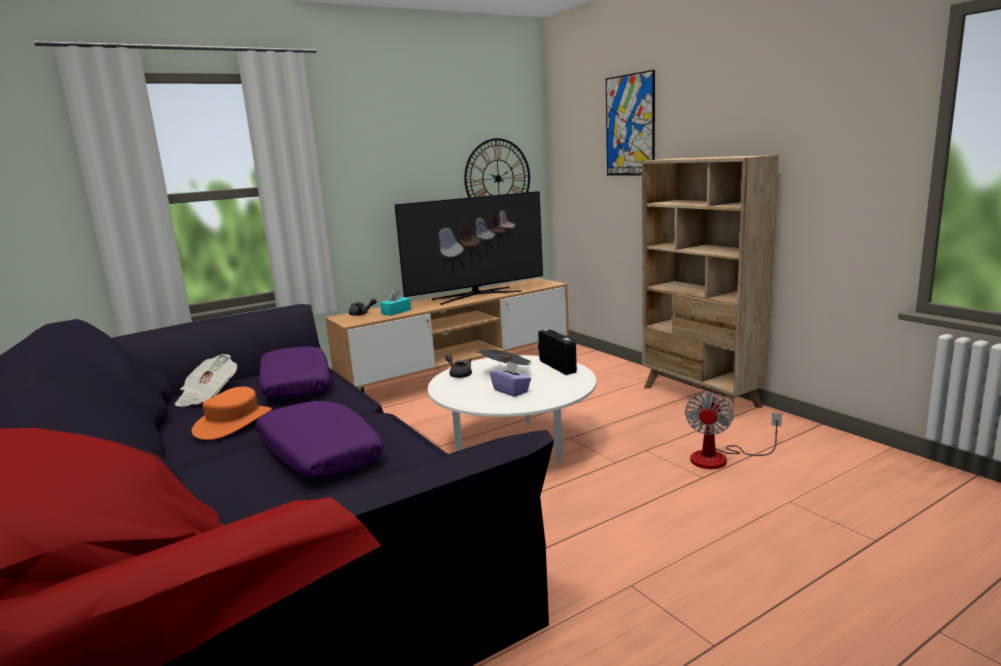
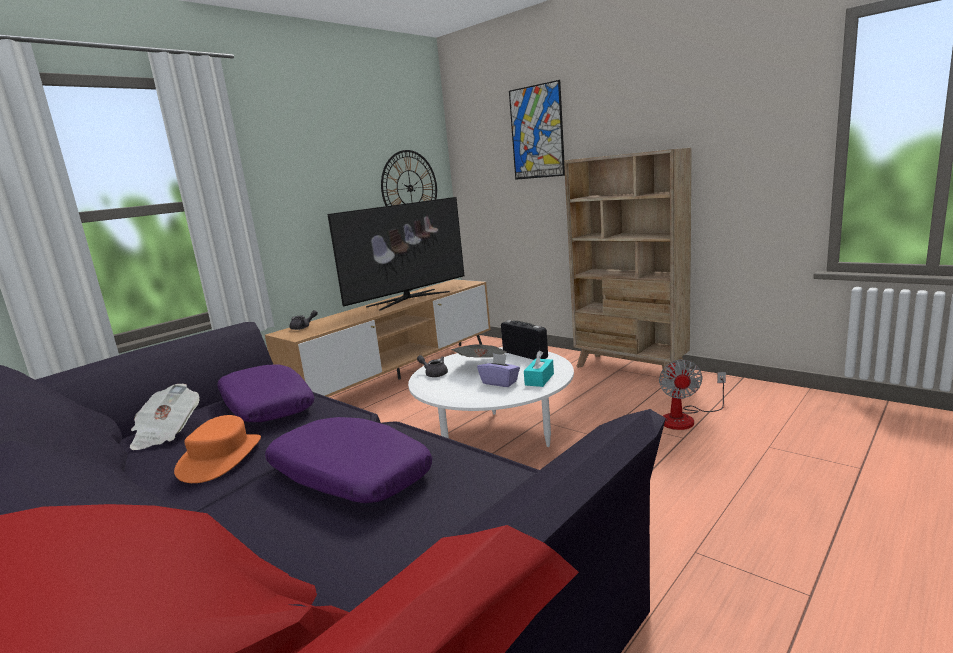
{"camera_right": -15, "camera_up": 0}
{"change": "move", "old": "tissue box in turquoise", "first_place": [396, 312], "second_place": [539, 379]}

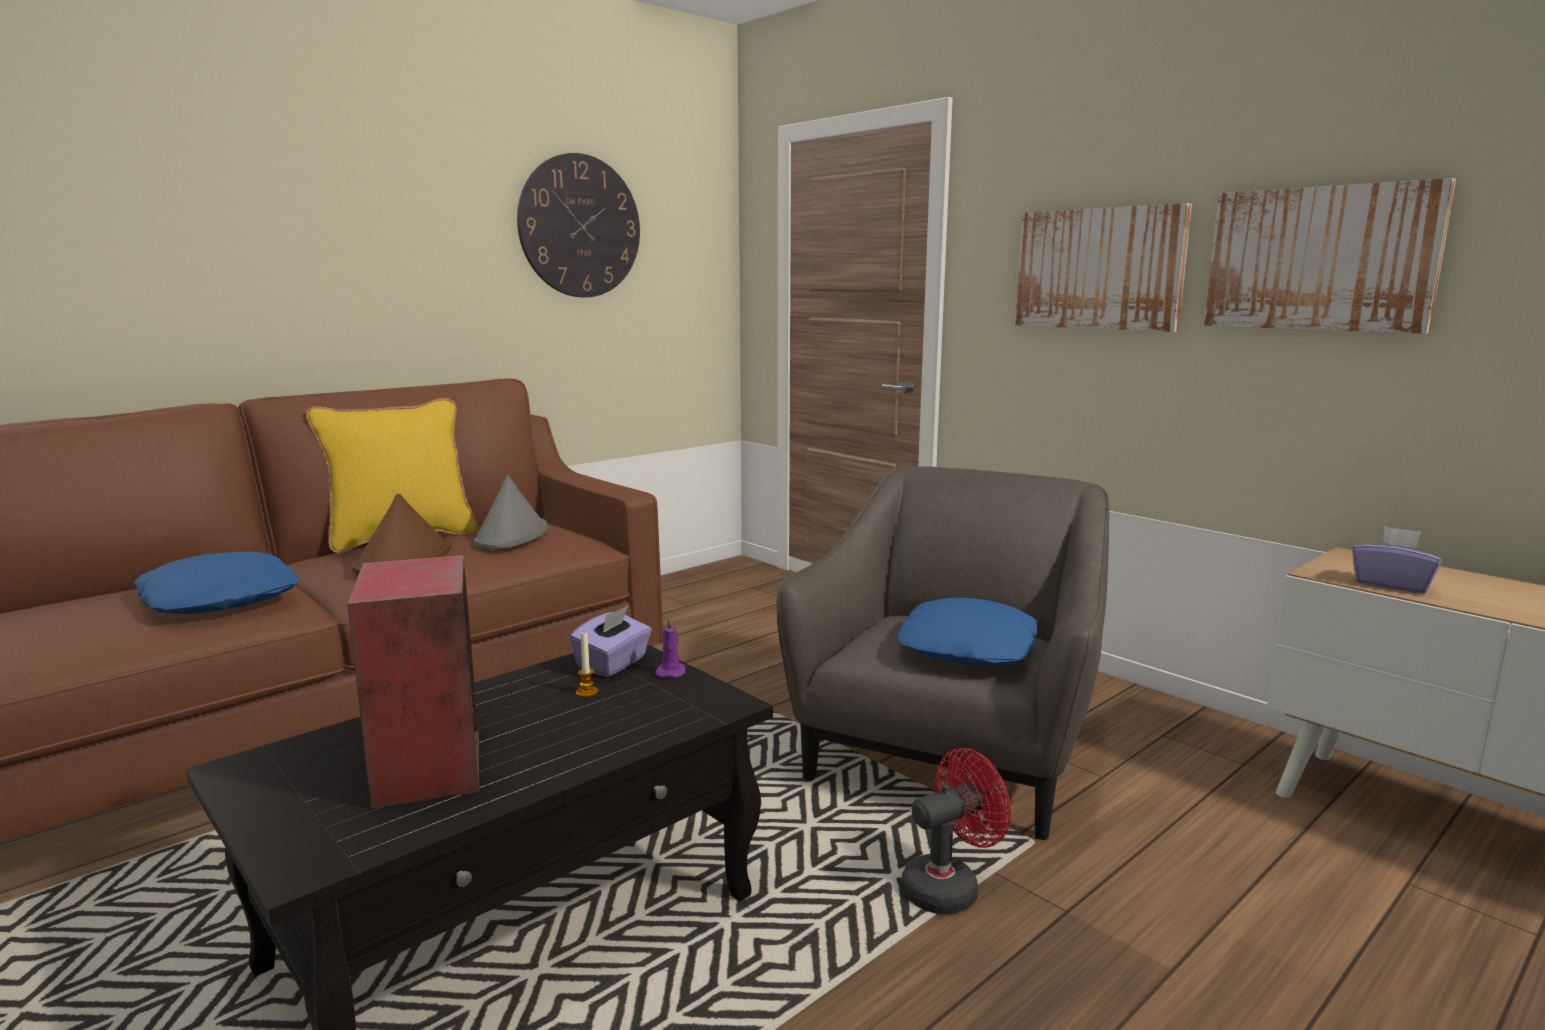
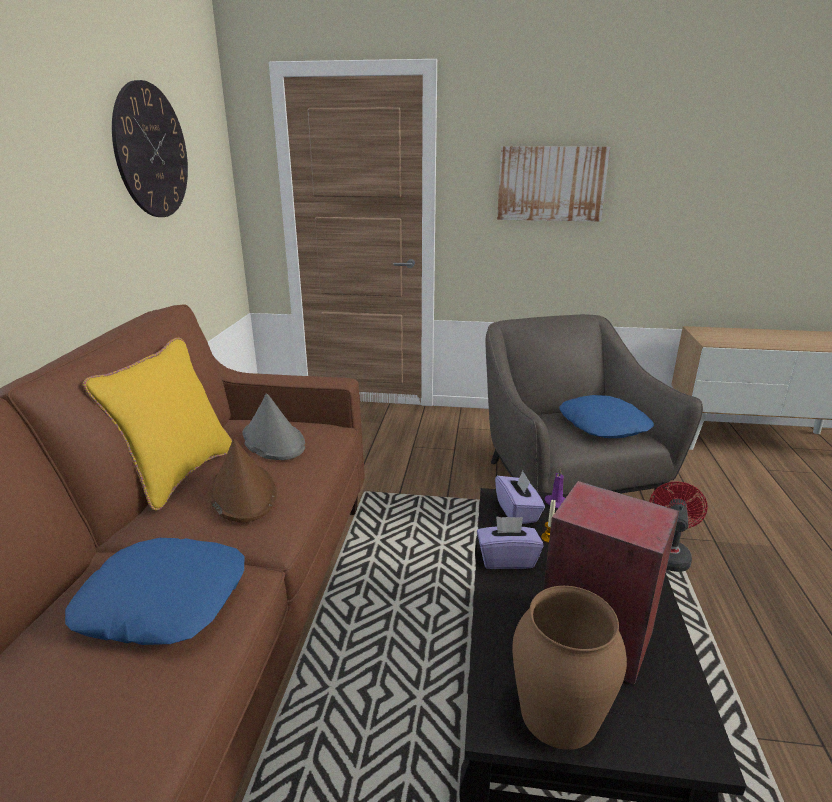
{"camera_right": -40, "camera_up": 10}
{"change": "delete", "old": "picture", "first_place": [1320, 259]}
{"change": "move", "old": "tissue box in purple", "first_place": [1392, 584], "second_place": [507, 559]}
{"change": "insert", "new": "vase in brown", "second_place": [559, 714]}

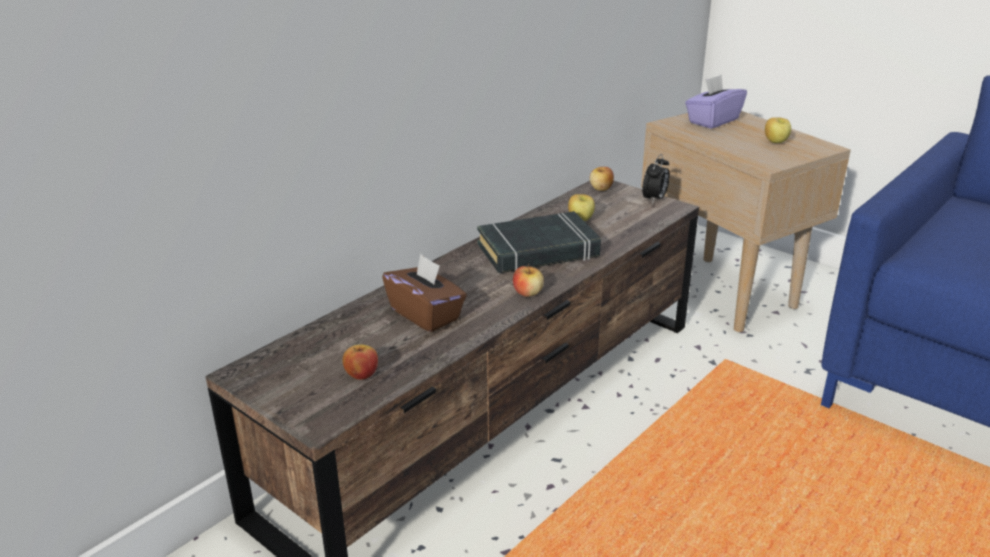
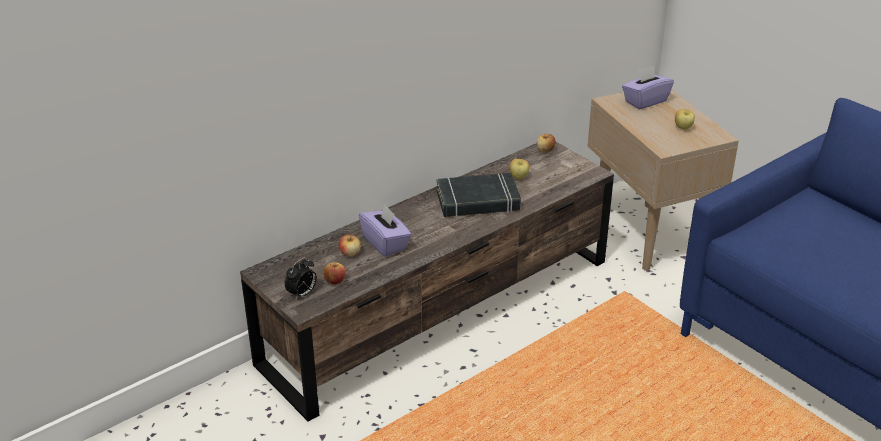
{"camera_right": 10, "camera_up": 5}
{"change": "recolor", "old": "tissue box in brown", "new": "tissue box in purple", "first_place": [426, 314], "second_place": [385, 243]}
{"change": "move", "old": "apple", "first_place": [528, 293], "second_place": [350, 253]}
{"change": "move", "old": "alarm clock", "first_place": [654, 199], "second_place": [302, 294]}

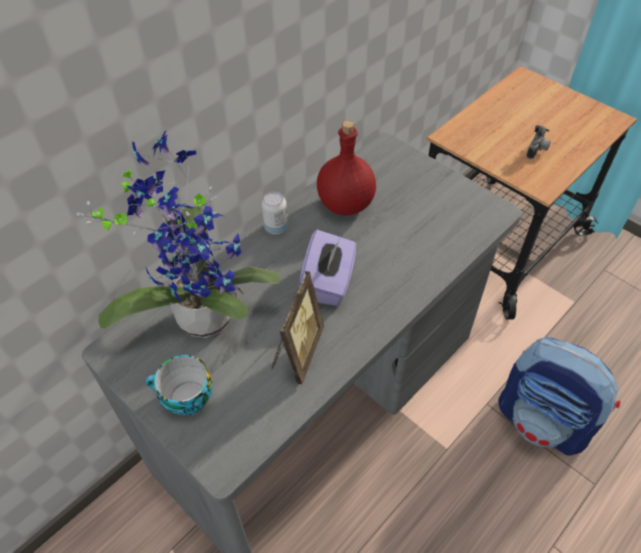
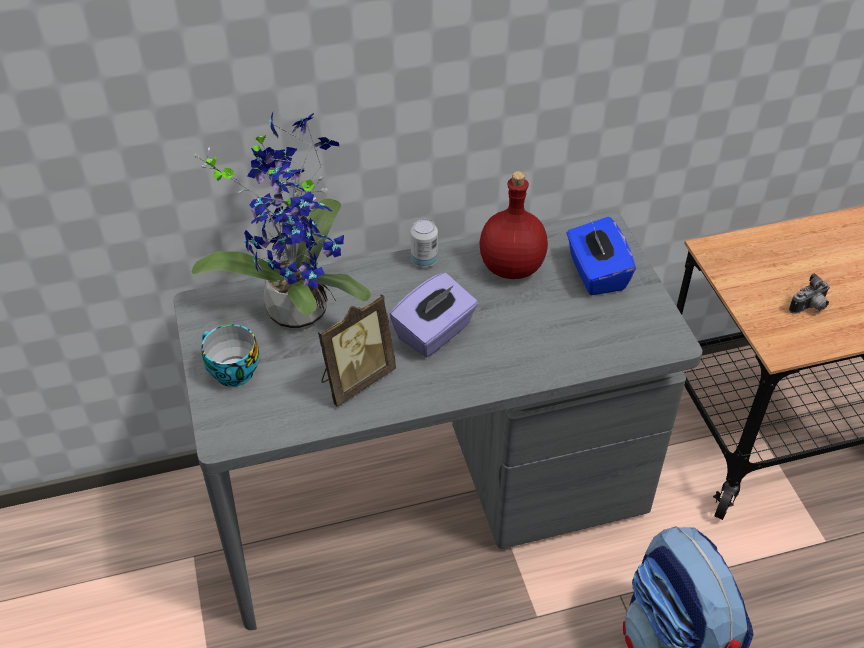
{"camera_right": 30, "camera_up": -5}
{"change": "insert", "new": "tissue box in blue", "second_place": [596, 273]}

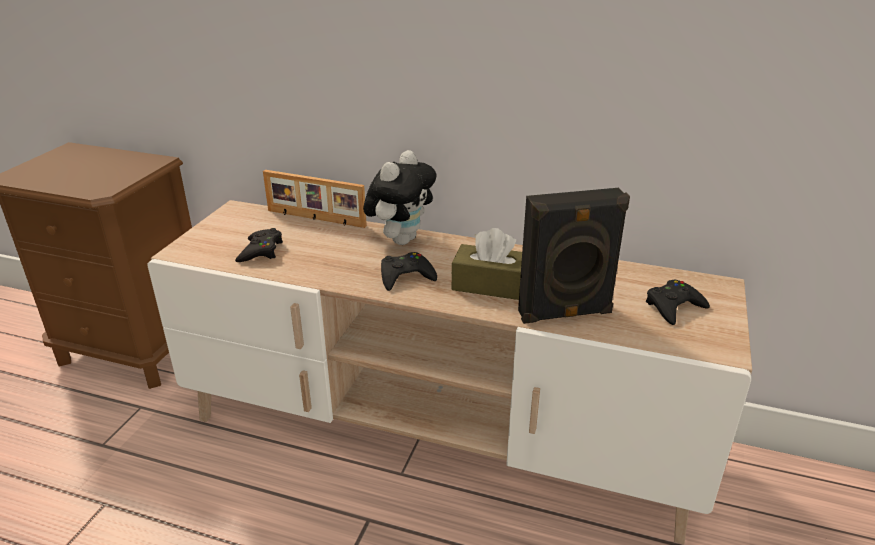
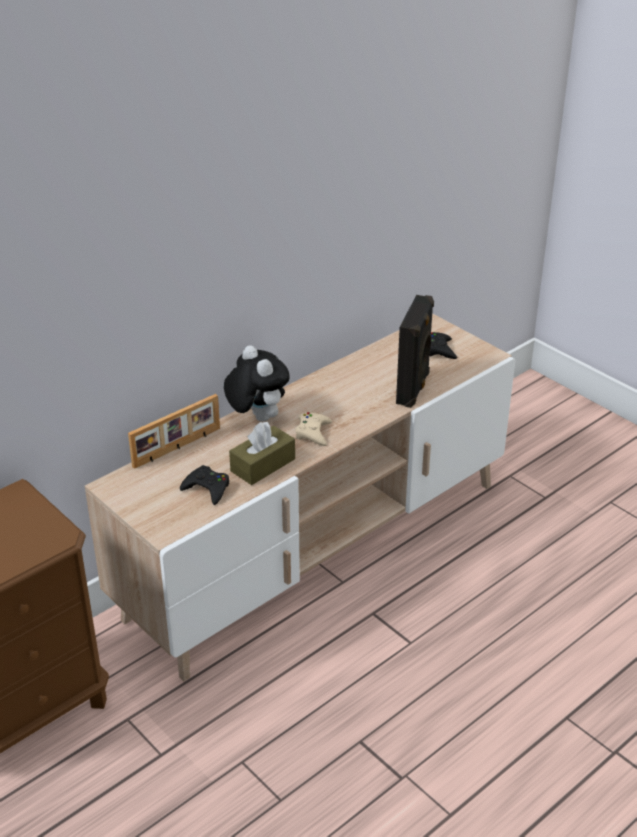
{"camera_right": -60, "camera_up": 5}
{"change": "recolor", "old": "game controller in black", "new": "game controller in beige", "first_place": [405, 276], "second_place": [313, 433]}
{"change": "move", "old": "tissue box in brown", "first_place": [491, 285], "second_place": [263, 465]}

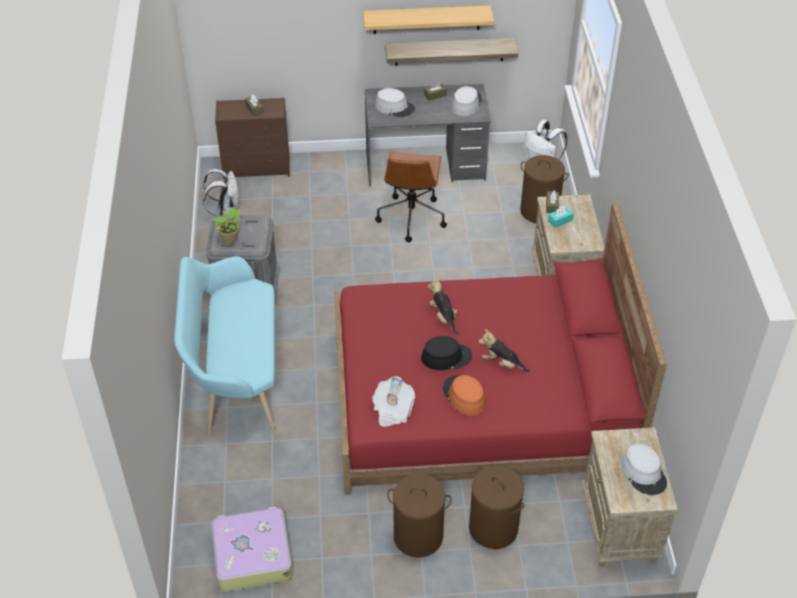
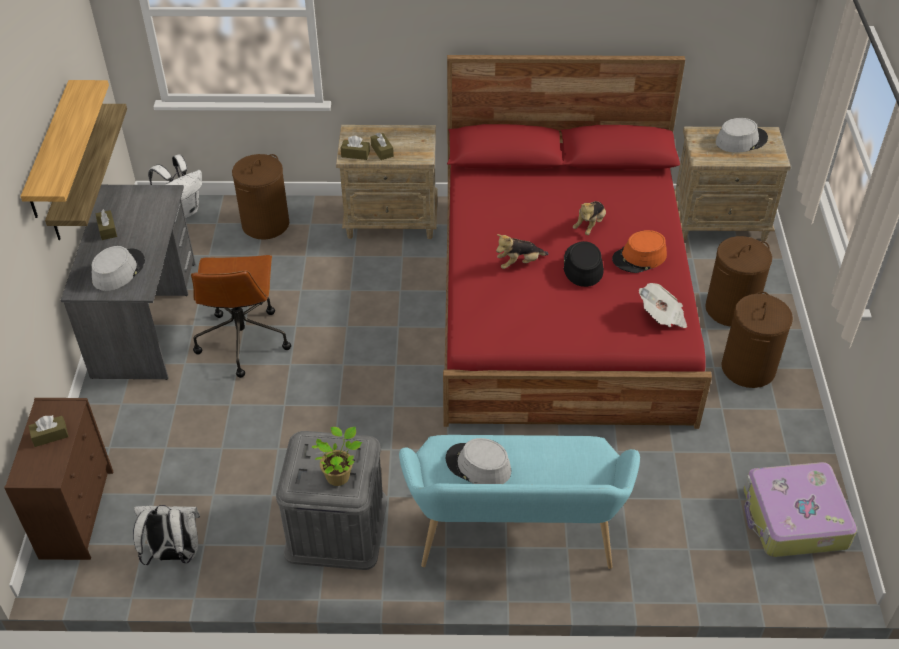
{"camera_right": -85, "camera_up": 0}
{"change": "rotate", "old": "office chair in brown", "first_place": [411, 216], "second_place": [242, 340], "degrees": 75}
{"change": "move", "old": "hat in grey", "first_place": [466, 103], "second_place": [478, 465]}
{"change": "recolor", "old": "tissue box in turquoise", "new": "tissue box in brown", "first_place": [560, 220], "second_place": [382, 151]}

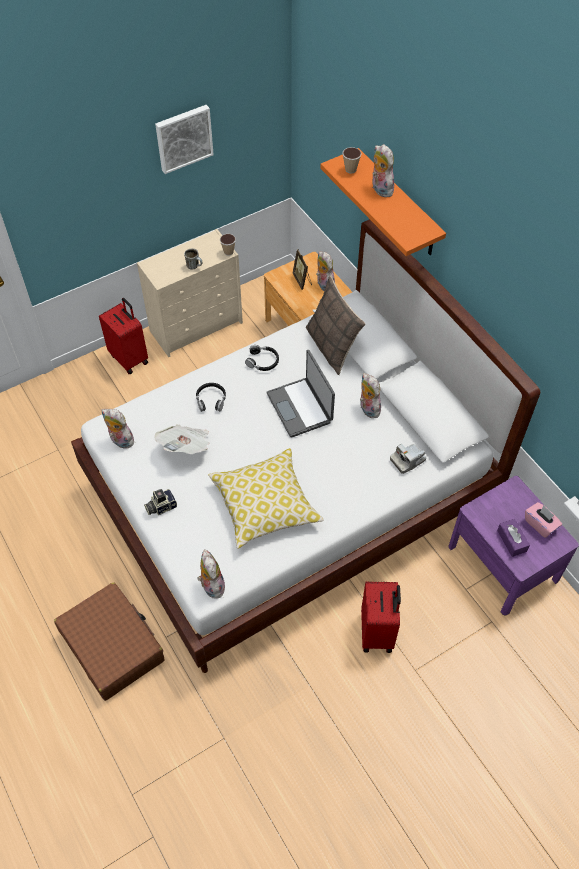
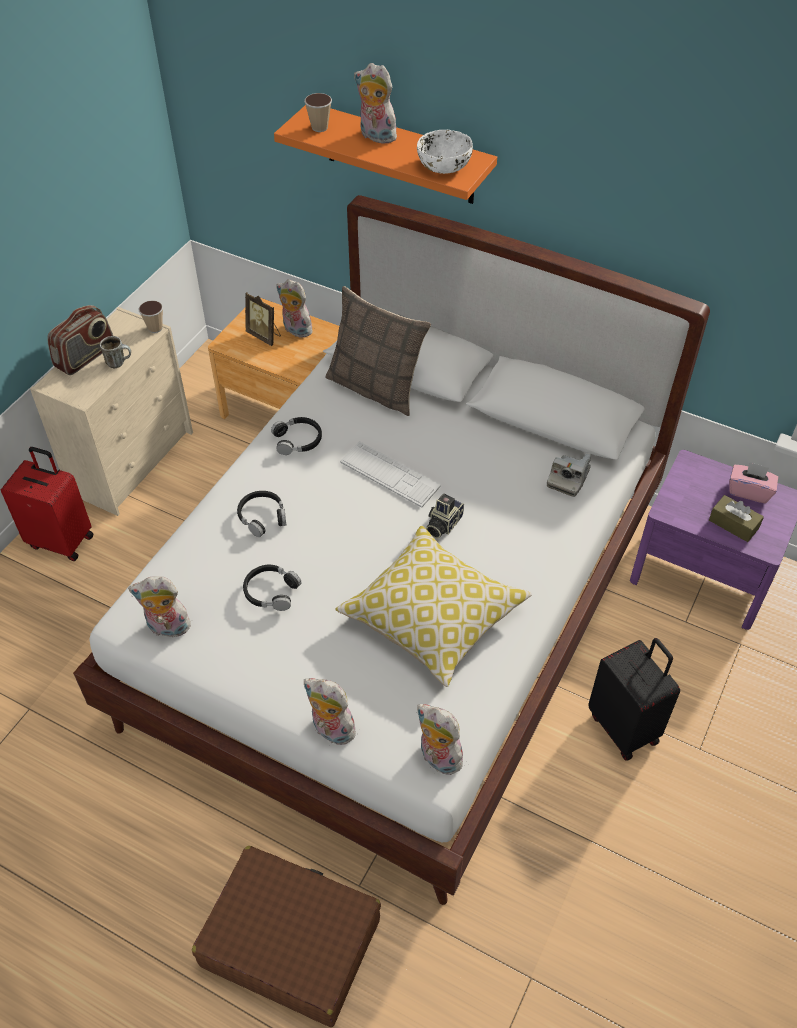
{"camera_right": -30, "camera_up": -5}
{"change": "move", "old": "photo camera", "first_place": [160, 506], "second_place": [442, 524]}
{"change": "delete", "old": "picture", "first_place": [183, 137]}
{"change": "replace", "old": "newspaper", "new": "headphones in black", "first_place": [186, 447], "second_place": [271, 592]}
{"change": "replace", "old": "laptop", "new": "keyboard", "first_place": [300, 407], "second_place": [389, 474]}
{"change": "move", "old": "plush toy", "first_place": [367, 409], "second_place": [330, 730]}
{"change": "recolor", "old": "suitcase in red", "new": "suitcase in black", "first_place": [378, 632], "second_place": [625, 727]}
{"change": "recolor", "old": "tissue box in purple", "new": "tissue box in brown", "first_place": [511, 541], "second_place": [733, 524]}
{"change": "insert", "new": "radio", "second_place": [85, 357]}
{"change": "insert", "new": "bowl in white", "second_place": [444, 165]}

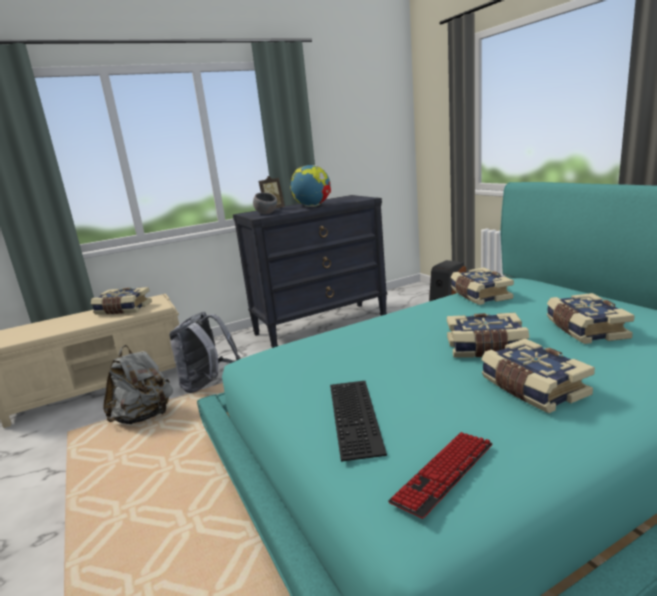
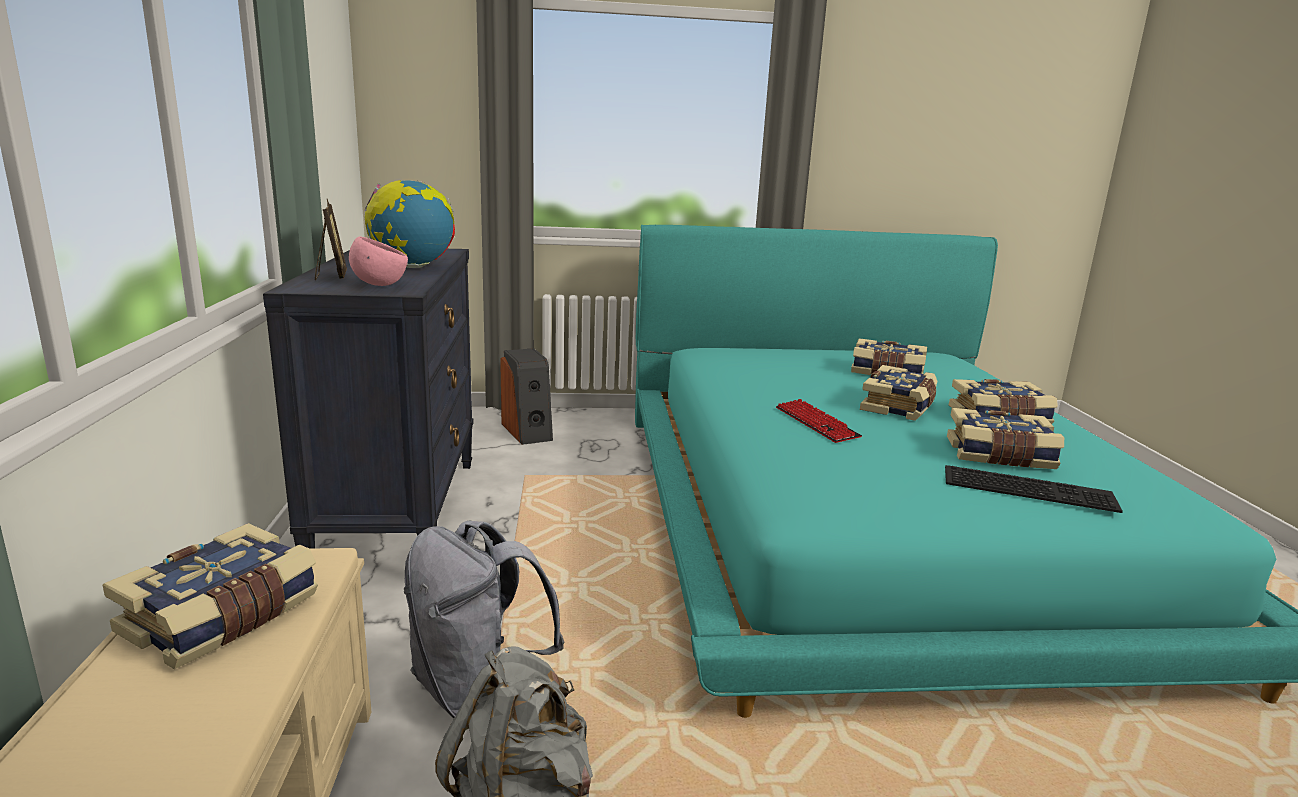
{"camera_right": -70, "camera_up": 0}
{"change": "recolor", "old": "bowl in grey", "new": "bowl in pink", "first_place": [266, 213], "second_place": [379, 285]}
{"change": "move", "old": "keyboard", "first_place": [443, 473], "second_place": [816, 423]}
{"change": "move", "old": "book", "first_place": [479, 295], "second_place": [1000, 456]}

